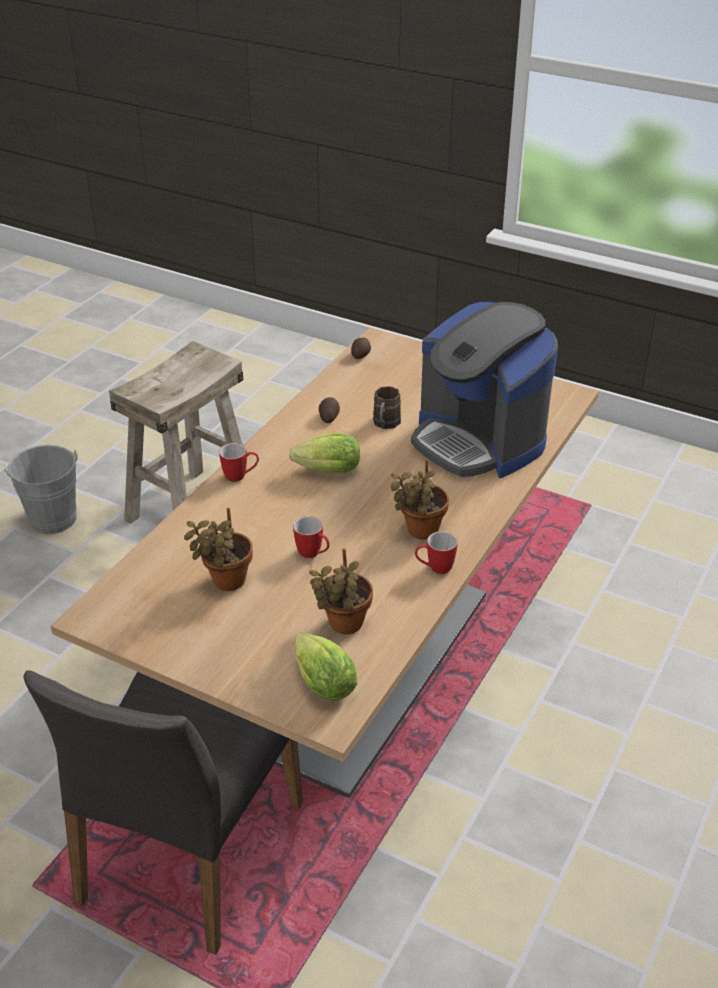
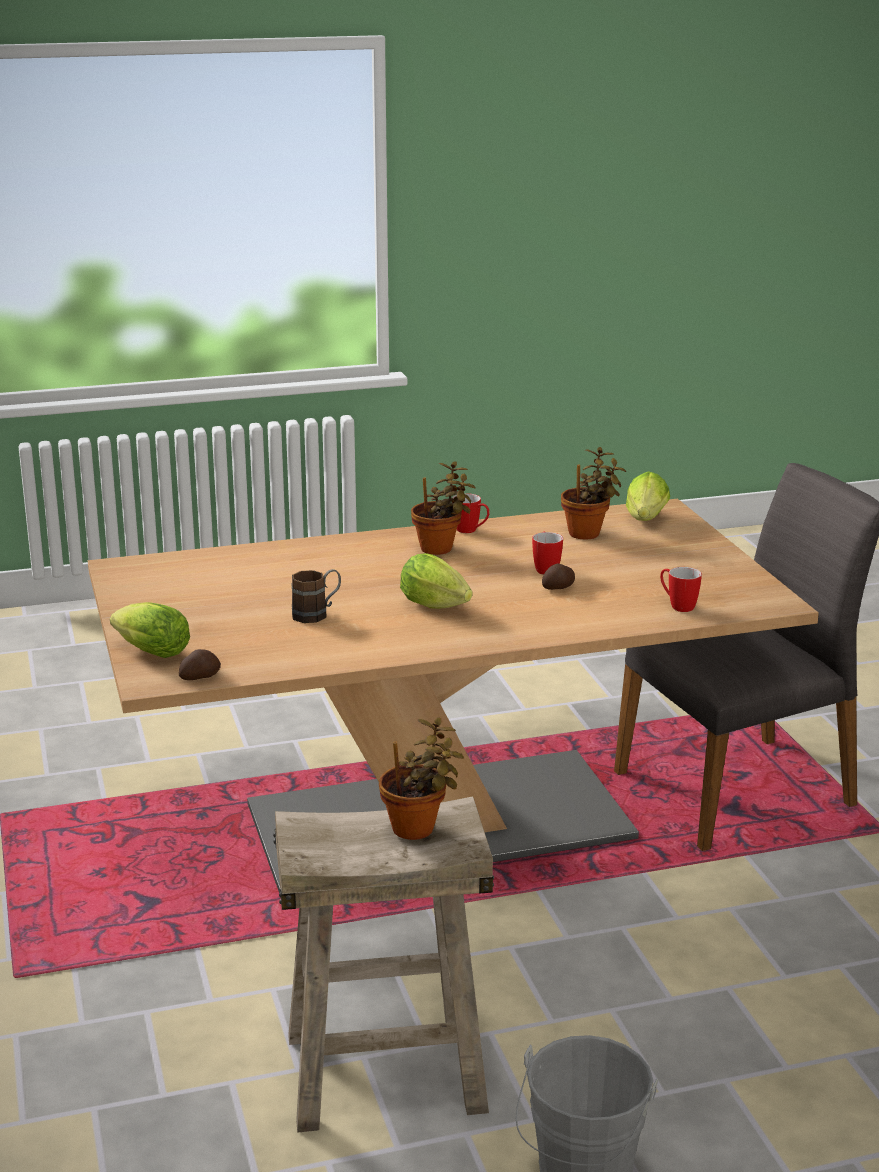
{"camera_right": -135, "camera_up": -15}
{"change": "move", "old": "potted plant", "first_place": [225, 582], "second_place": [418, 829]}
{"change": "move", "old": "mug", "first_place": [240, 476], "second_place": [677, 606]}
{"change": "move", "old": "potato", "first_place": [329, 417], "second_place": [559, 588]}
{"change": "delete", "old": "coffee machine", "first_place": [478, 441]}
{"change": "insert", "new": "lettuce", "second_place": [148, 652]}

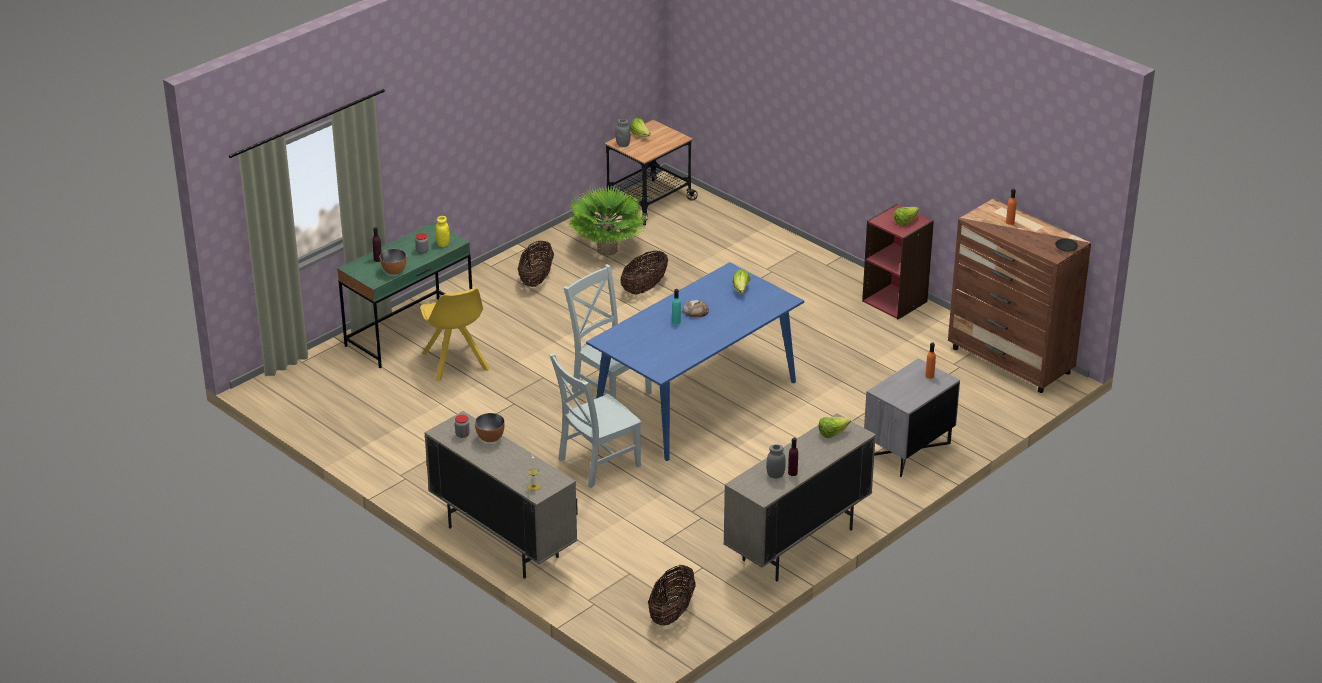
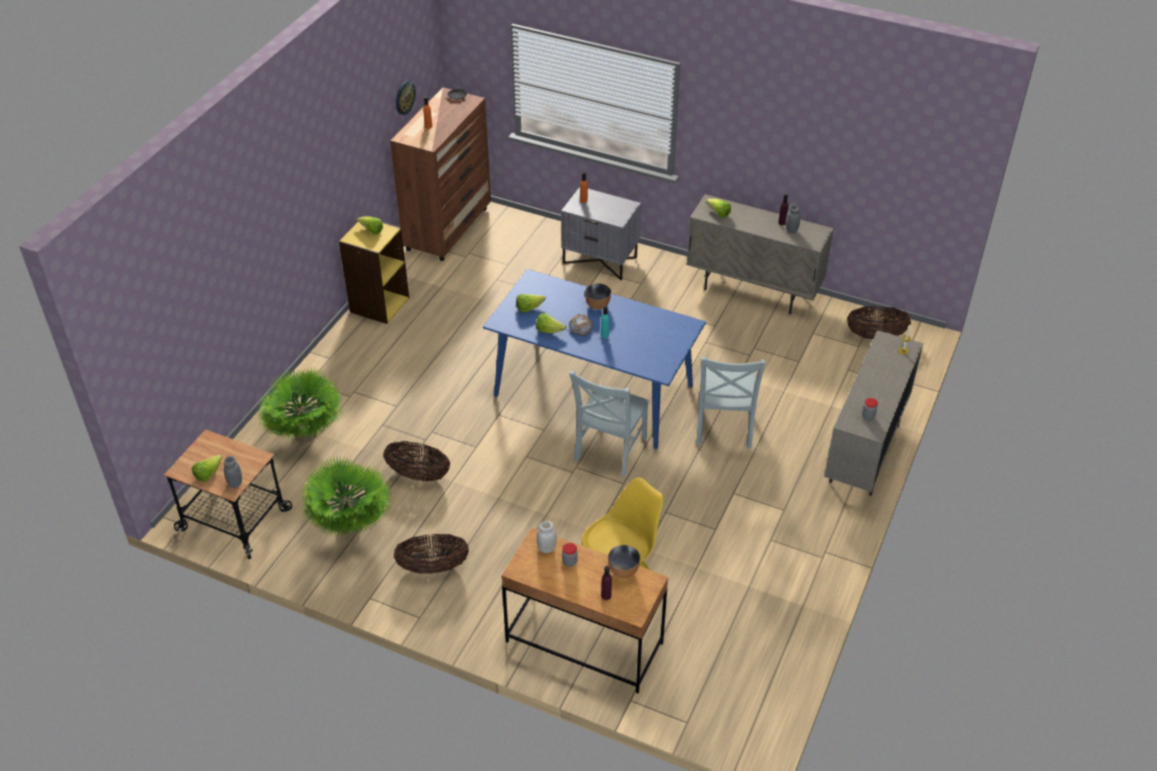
{"camera_right": -110, "camera_up": 10}
{"change": "recolor", "old": "desk in green", "new": "desk in brown", "first_place": [410, 332], "second_place": [584, 642]}
{"change": "recolor", "old": "jar in yellow", "new": "jar in white", "first_place": [443, 244], "second_place": [547, 548]}
{"change": "move", "old": "bowl", "first_place": [490, 438], "second_place": [598, 305]}
{"change": "rotate", "old": "chair in grey", "first_place": [596, 464], "second_place": [723, 428], "degrees": 60}
{"change": "recolor", "old": "bookcase in red", "new": "bookcase in yellow", "first_place": [895, 301], "second_place": [379, 304]}
{"change": "insert", "new": "potted plant", "second_place": [305, 434]}
{"change": "insert", "new": "wall clock", "second_place": [404, 97]}
{"change": "insert", "new": "lettuce", "second_place": [549, 330]}

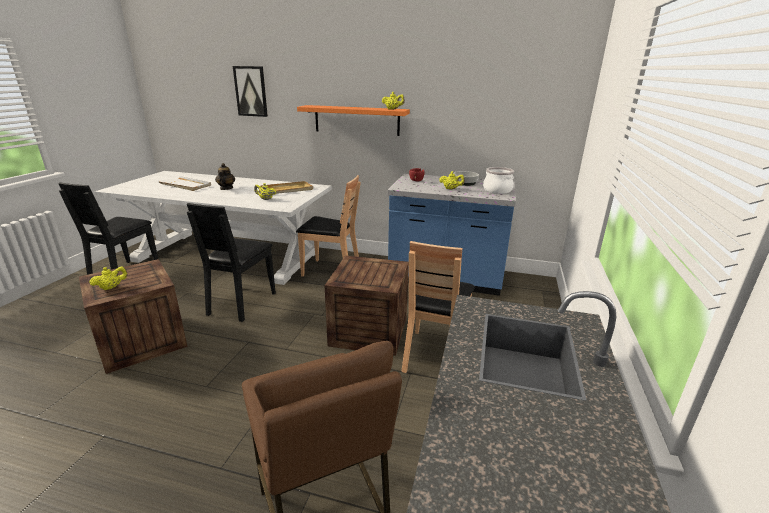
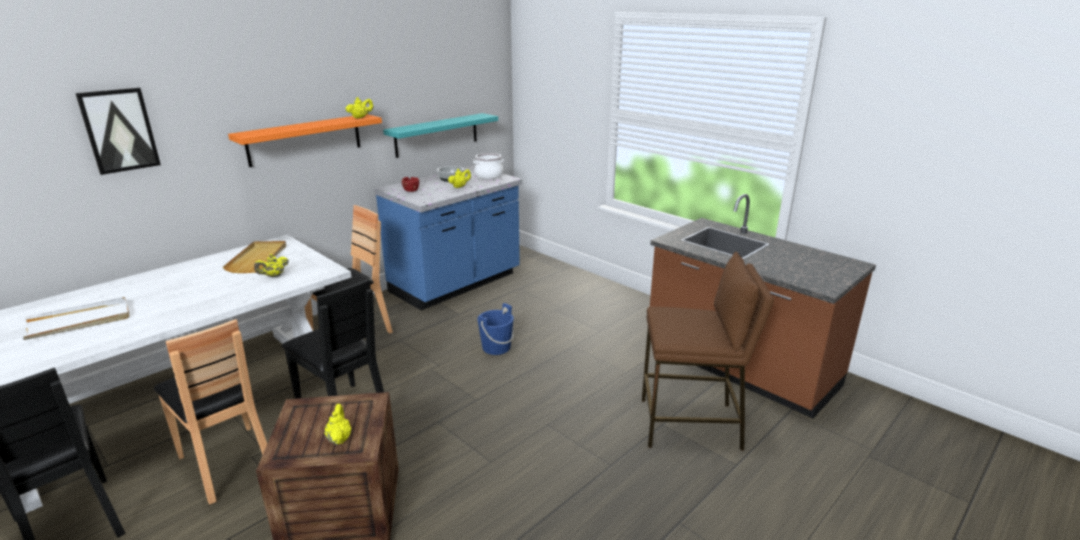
{"camera_right": -60, "camera_up": 0}
{"change": "delete", "old": "teapot", "first_place": [226, 188]}
{"change": "replace", "old": "crate", "new": "bucket in blue", "first_place": [369, 331], "second_place": [496, 347]}
{"change": "move", "old": "chair in brown", "first_place": [434, 355], "second_place": [228, 463]}
{"change": "insert", "new": "shelf in turquoise", "second_place": [437, 135]}

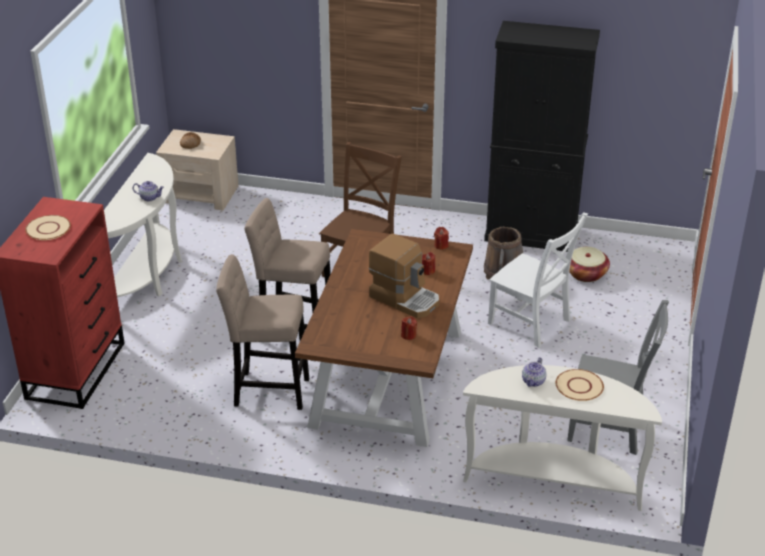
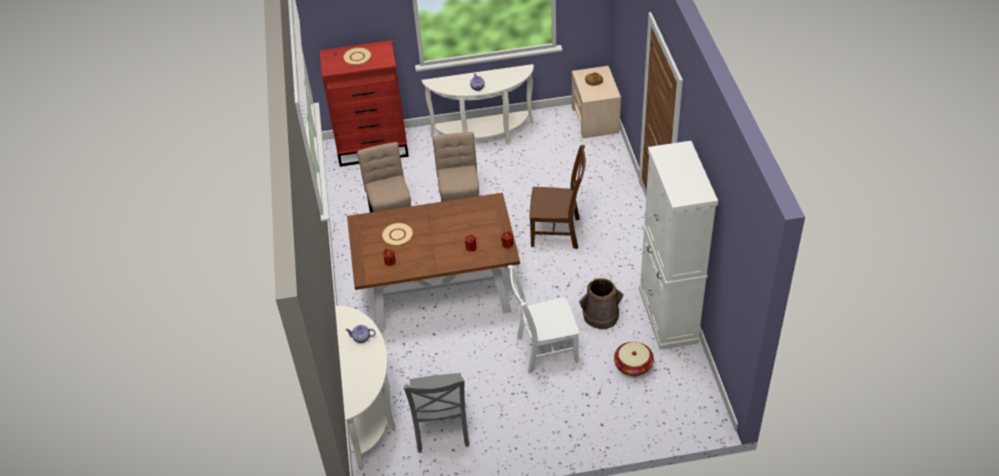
{"camera_right": 70, "camera_up": 10}
{"change": "delete", "old": "coffee machine", "first_place": [405, 298]}
{"change": "recolor", "old": "cabinet in black", "new": "cabinet in white", "first_place": [531, 234], "second_place": [668, 316]}
{"change": "rotate", "old": "chair in white", "first_place": [531, 323], "second_place": [544, 350], "degrees": 60}
{"change": "move", "old": "plate in beige", "first_place": [579, 386], "second_place": [397, 234]}

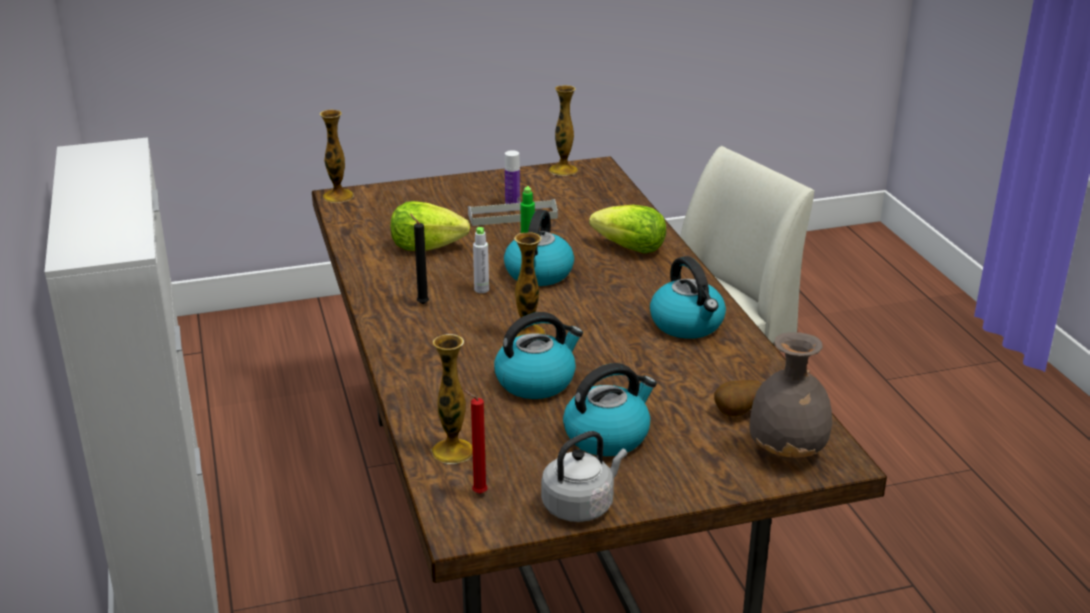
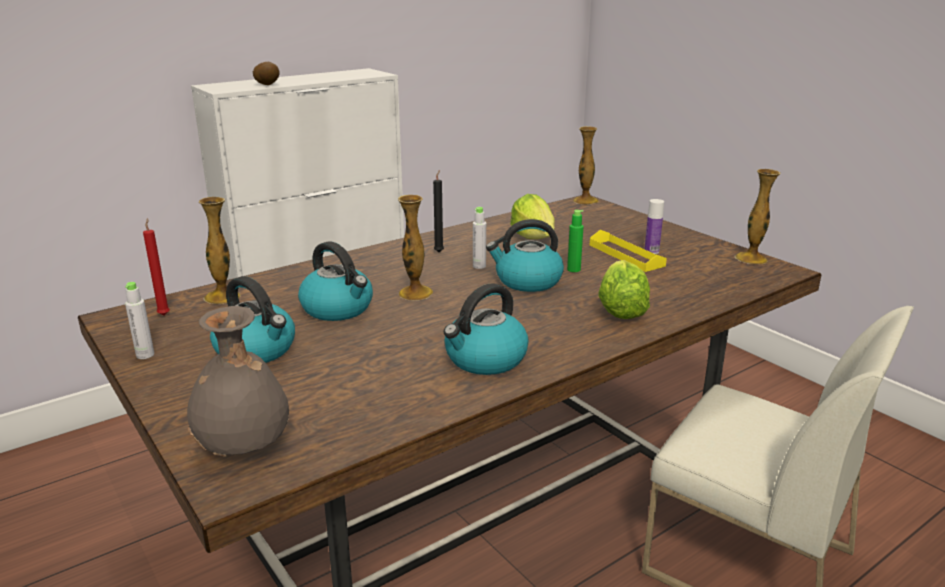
{"camera_right": 70, "camera_up": -5}
{"change": "recolor", "old": "tray in grey", "new": "tray in yellow", "first_place": [512, 216], "second_place": [626, 255]}
{"change": "replace", "old": "kettle in grey", "new": "bottle in grey", "first_place": [581, 505], "second_place": [145, 355]}
{"change": "move", "old": "potato", "first_place": [737, 413], "second_place": [267, 85]}

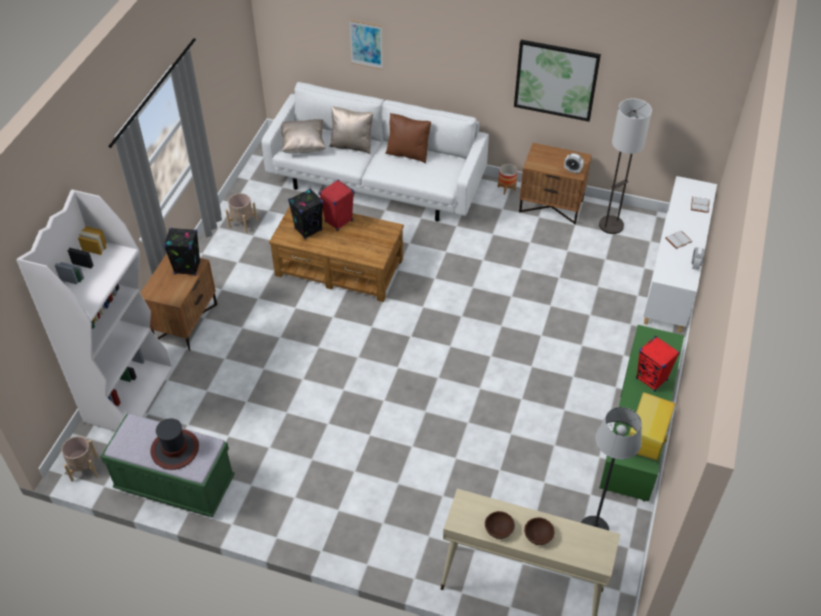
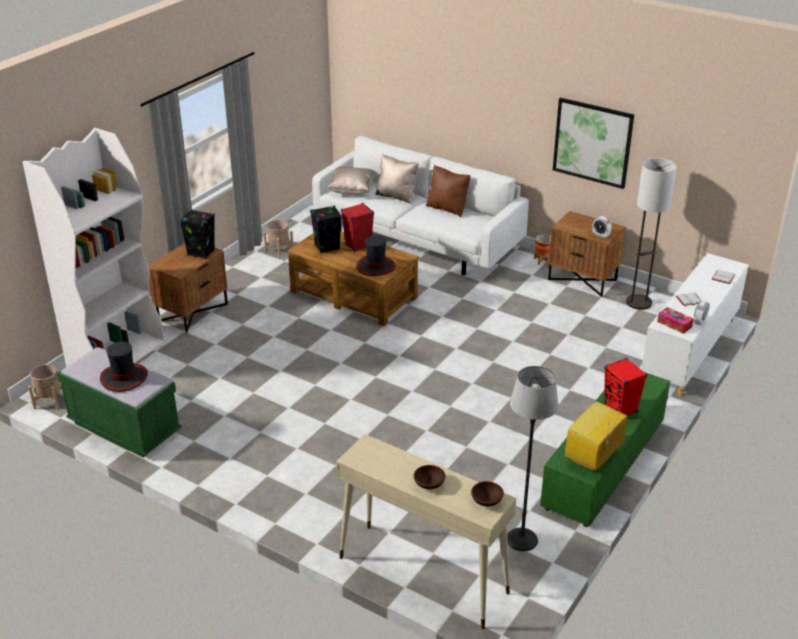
{"camera_right": 15, "camera_up": -15}
{"change": "delete", "old": "picture", "first_place": [366, 44]}
{"change": "move", "old": "bowl in brown", "first_place": [498, 529], "second_place": [486, 500]}
{"change": "insert", "new": "hat", "second_place": [376, 266]}
{"change": "insert", "new": "tissue box", "second_place": [674, 324]}

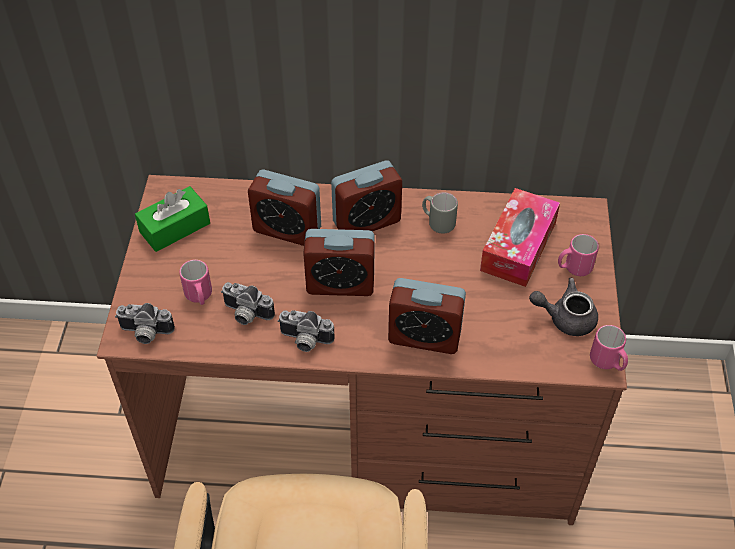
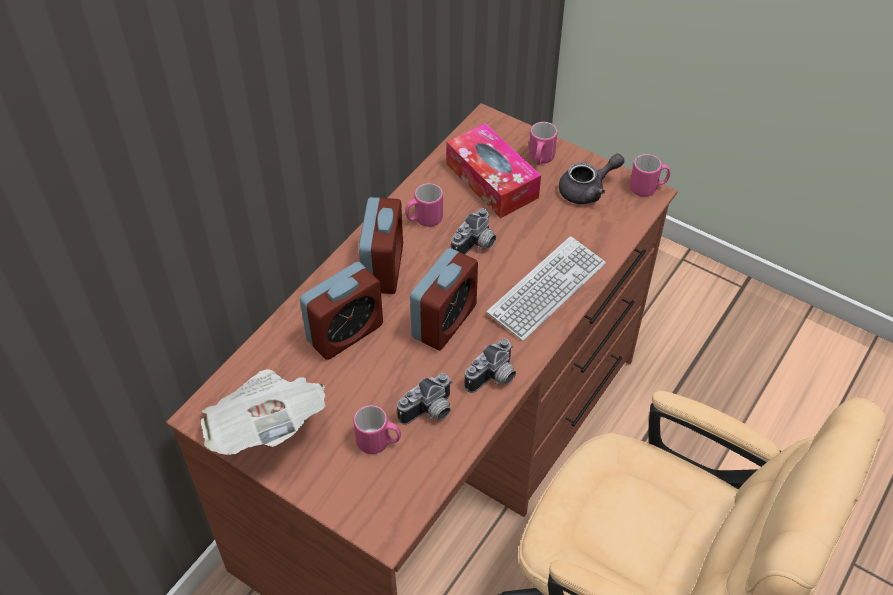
{"camera_right": -60, "camera_up": 0}
{"change": "move", "old": "photo camera", "first_place": [145, 334], "second_place": [476, 246]}
{"change": "replace", "old": "tissue box in green", "new": "newspaper", "first_place": [175, 228], "second_place": [266, 427]}
{"change": "replace", "old": "alarm clock", "new": "keyboard", "first_place": [424, 337], "second_place": [547, 289]}
{"change": "recolor", "old": "mug in grey", "new": "mug in pink", "first_place": [437, 222], "second_place": [424, 219]}
{"change": "rotate", "old": "teapot in grey", "first_place": [565, 318], "second_place": [587, 190], "degrees": -150}

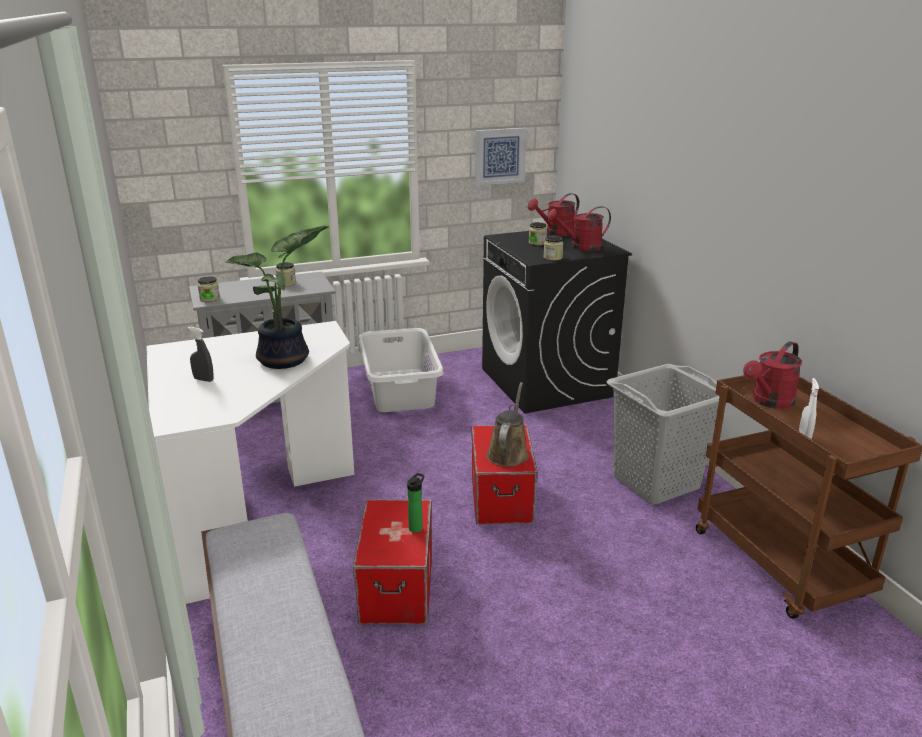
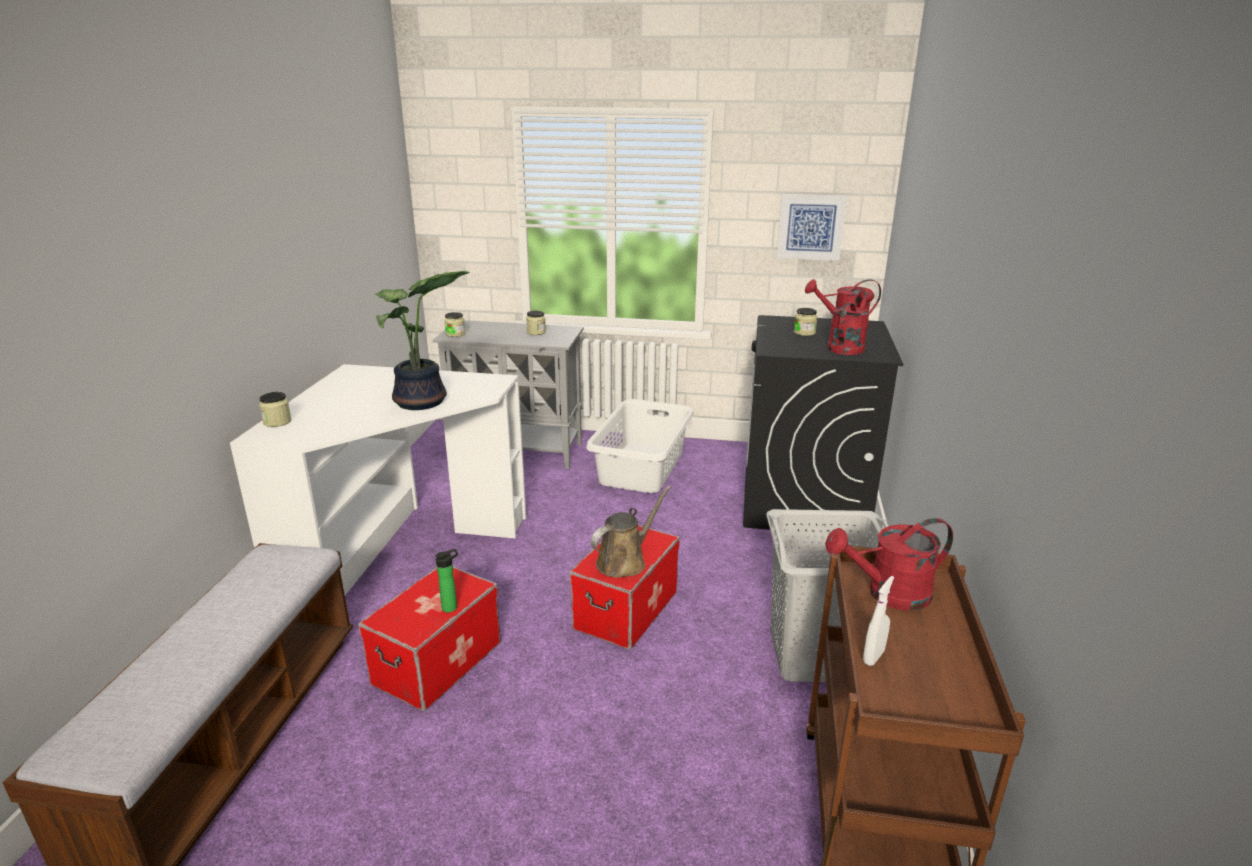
{"camera_right": 30, "camera_up": 0}
{"change": "delete", "old": "spray bottle in grey", "first_place": [203, 379]}
{"change": "move", "old": "jar", "first_place": [553, 257], "second_place": [277, 422]}
{"change": "rotate", "old": "watering can in red", "first_place": [580, 247], "second_place": [848, 346], "degrees": 105}

